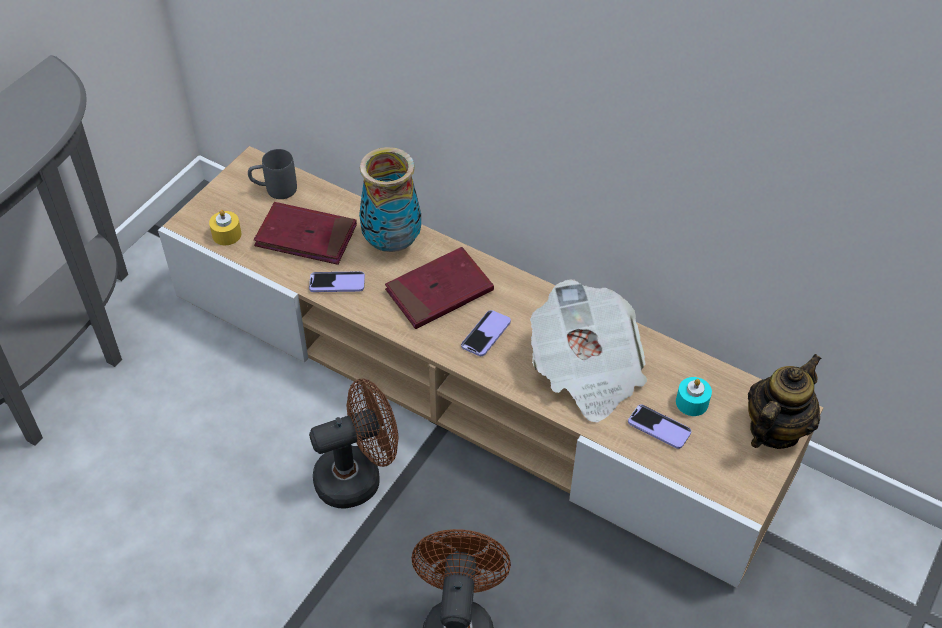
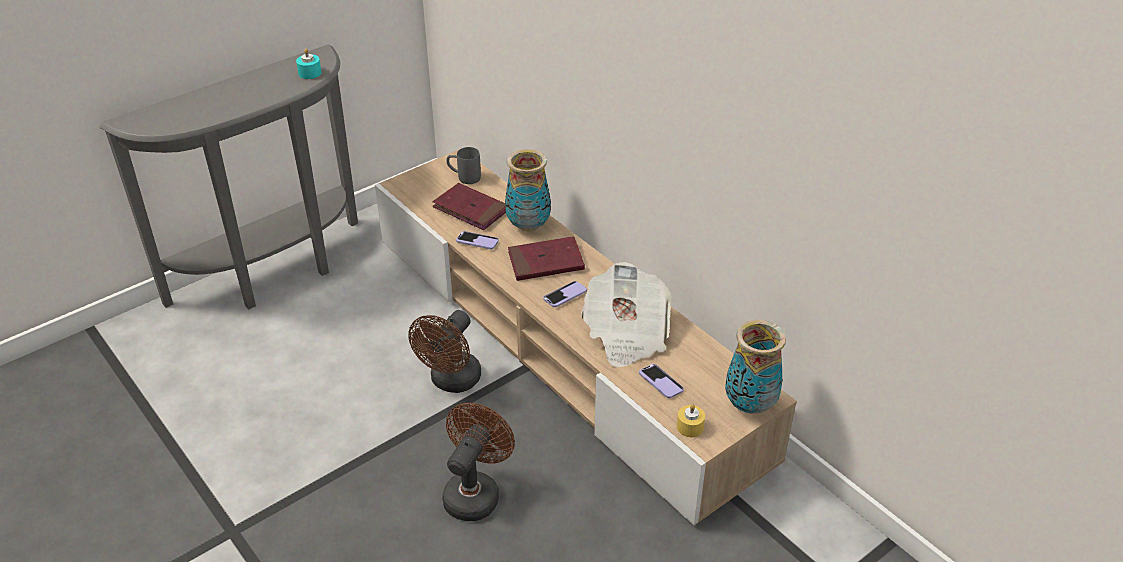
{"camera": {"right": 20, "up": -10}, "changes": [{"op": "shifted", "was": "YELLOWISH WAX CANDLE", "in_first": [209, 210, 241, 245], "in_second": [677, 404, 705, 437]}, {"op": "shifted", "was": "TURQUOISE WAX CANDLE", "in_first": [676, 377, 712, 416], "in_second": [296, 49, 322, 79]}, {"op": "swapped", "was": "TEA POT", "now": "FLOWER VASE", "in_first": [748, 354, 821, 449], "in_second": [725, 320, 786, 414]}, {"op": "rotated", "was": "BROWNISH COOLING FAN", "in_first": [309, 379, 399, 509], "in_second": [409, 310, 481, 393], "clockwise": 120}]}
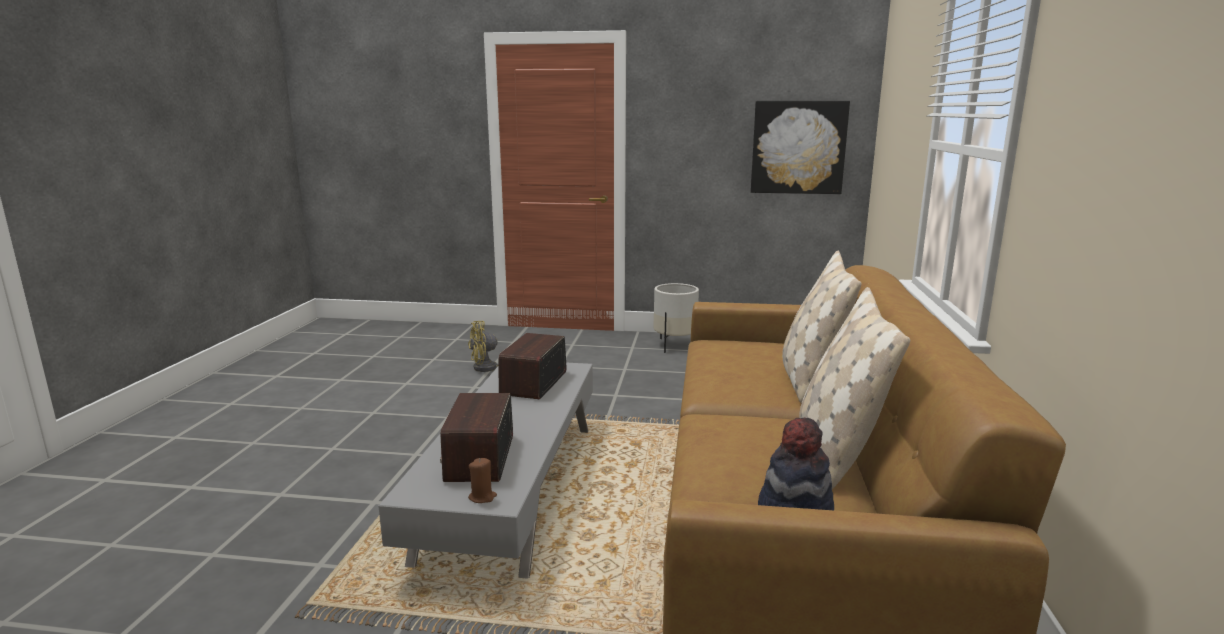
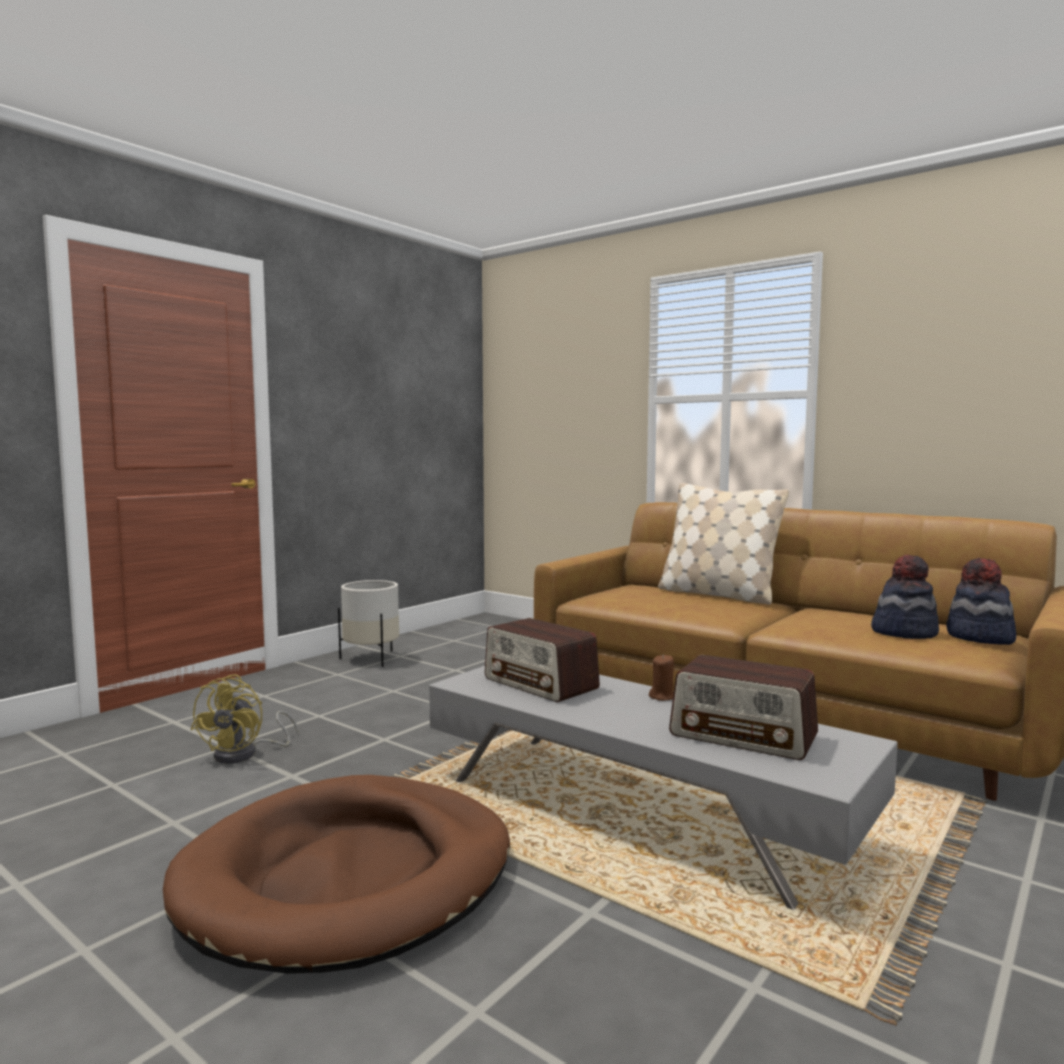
{"camera": {"right": -60, "up": -10}, "changes": [{"op": "gone", "was": "WALL PICTURE", "in_first": [750, 101, 850, 194]}, {"op": "gone", "was": "BEIGE-COLOURED CUSHION", "in_first": [799, 287, 910, 489]}, {"op": "new", "now": "BROWNISH DOG BED", "in_second": [163, 775, 510, 974]}, {"op": "new", "now": "HAT", "in_second": [871, 555, 939, 639]}, {"op": "shifted", "was": "BROWNISH WAX CANDLE", "in_first": [468, 458, 497, 503], "in_second": [649, 654, 674, 701]}]}
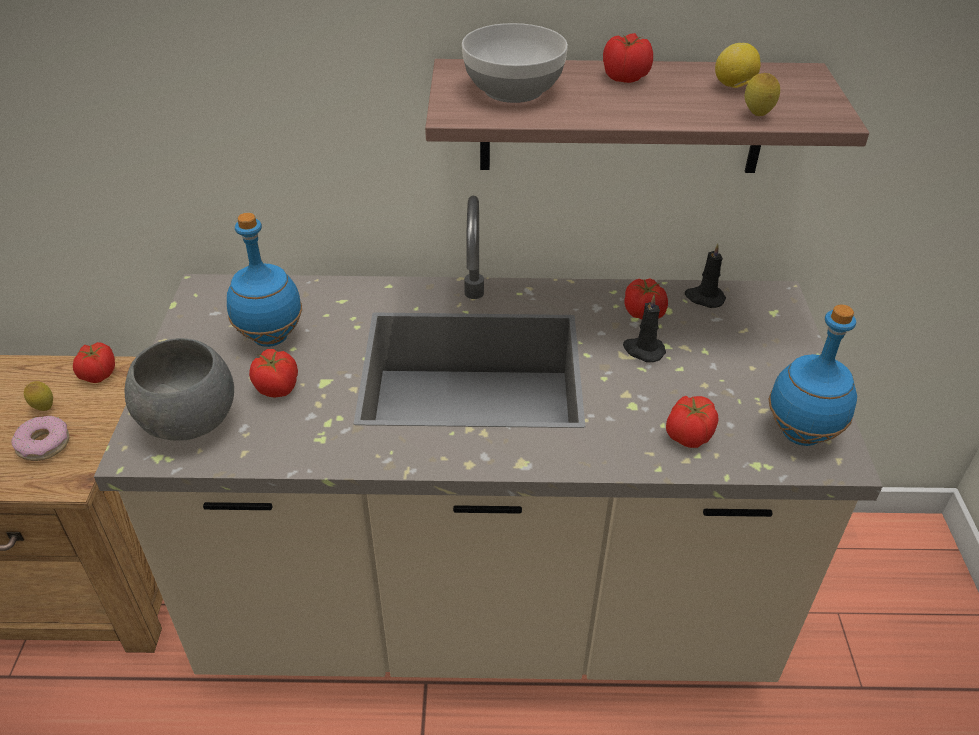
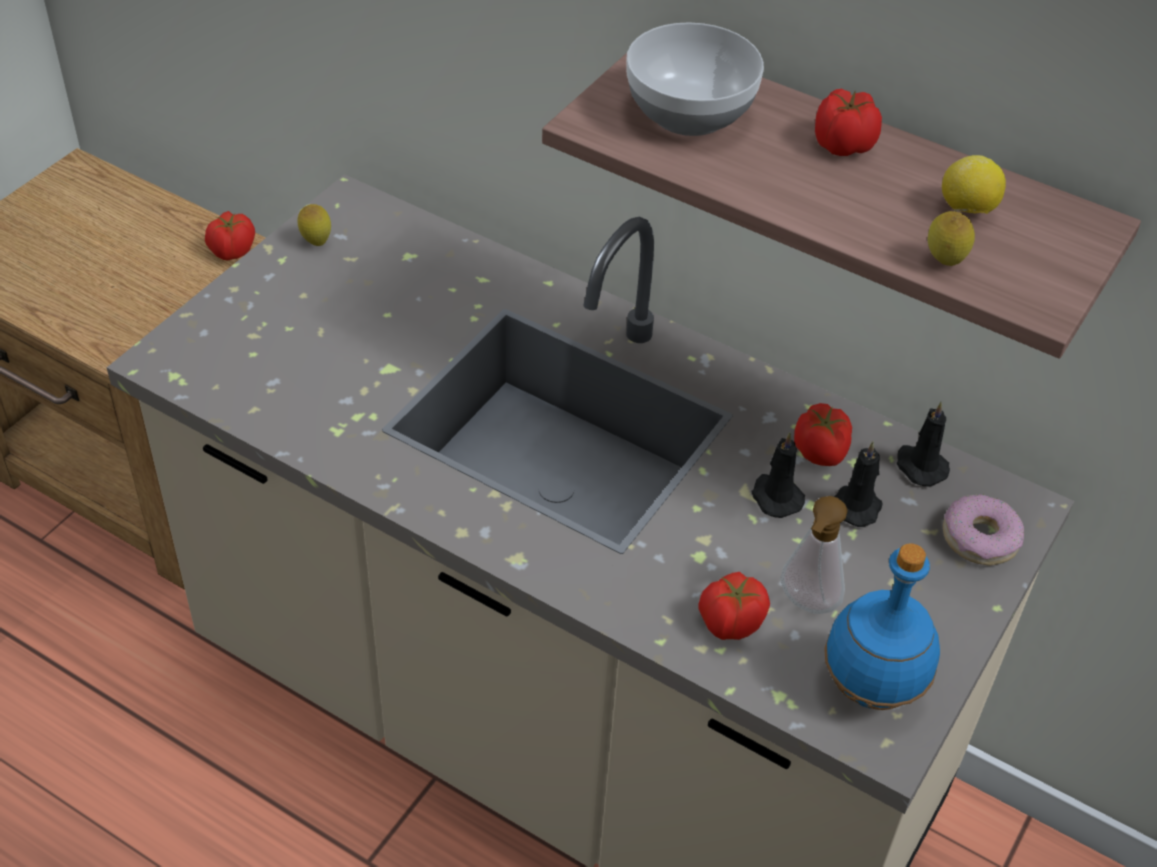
{"camera": {"right": 30, "up": 5}, "changes": [{"op": "gone", "was": "GREYISH SERVING BOWL", "in_first": [124, 338, 234, 441]}, {"op": "gone", "was": "BLUE BOTTLE", "in_first": [227, 213, 302, 347]}, {"op": "gone", "was": "WHOLE TOMATO", "in_first": [249, 349, 298, 398]}, {"op": "new", "now": "SOAP DISPENSER", "in_second": [780, 496, 848, 614]}, {"op": "new", "now": "BLACK WAX CANDLE", "in_second": [834, 441, 883, 527]}, {"op": "shifted", "was": "RING DOUGHNUT", "in_first": [11, 416, 70, 461], "in_second": [943, 494, 1024, 566]}, {"op": "shifted", "was": "CITRUS FRUIT", "in_first": [24, 381, 53, 411], "in_second": [297, 204, 331, 246]}]}
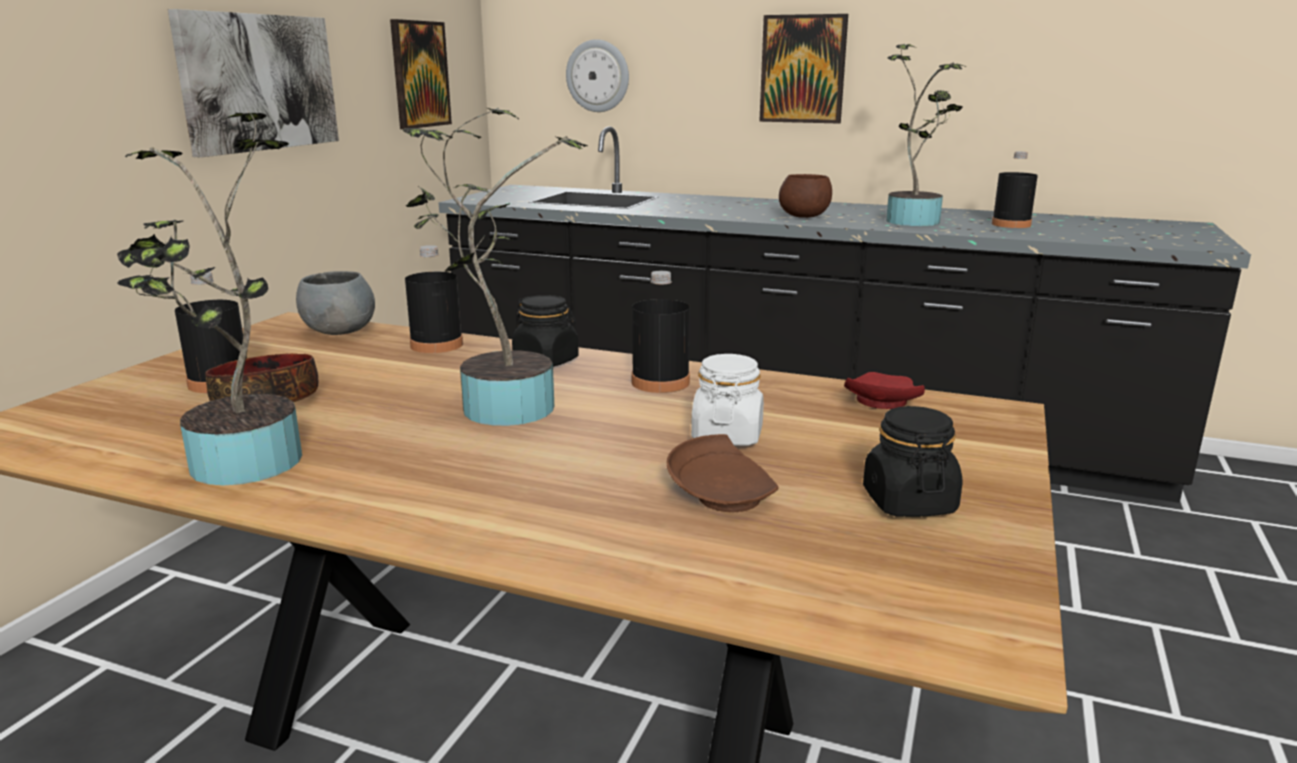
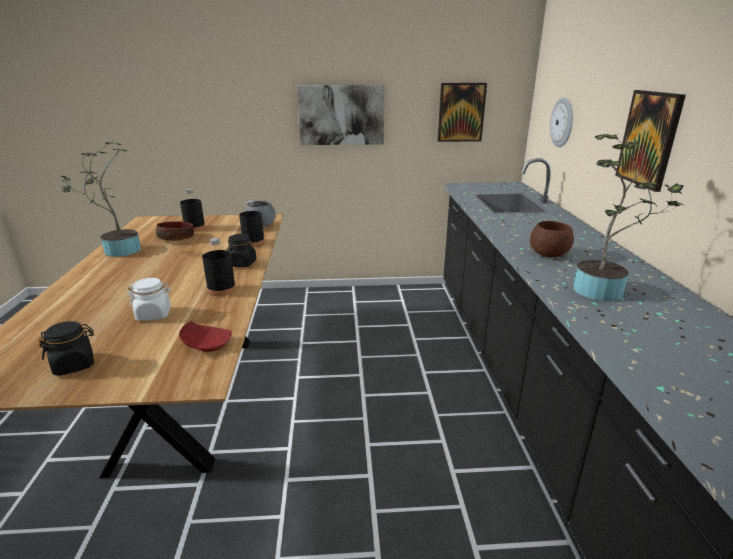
{"camera": {"right": 65, "up": 5}, "changes": [{"op": "gone", "was": "HOUSEPLANT", "in_first": [402, 107, 588, 426]}, {"op": "gone", "was": "BROWNISH DINNER PLATE", "in_first": [667, 434, 778, 512]}, {"op": "gone", "was": "BLACK BOTTLE", "in_first": [992, 152, 1038, 228]}]}
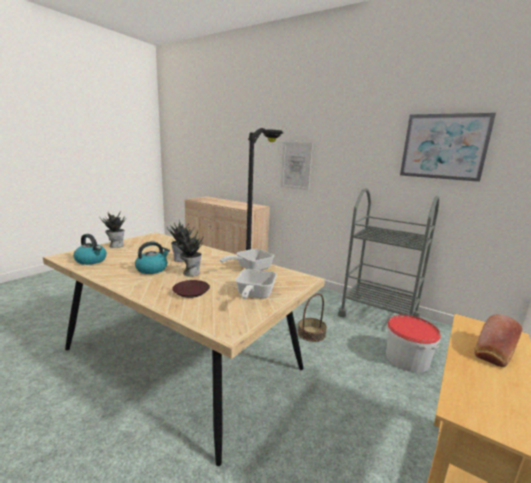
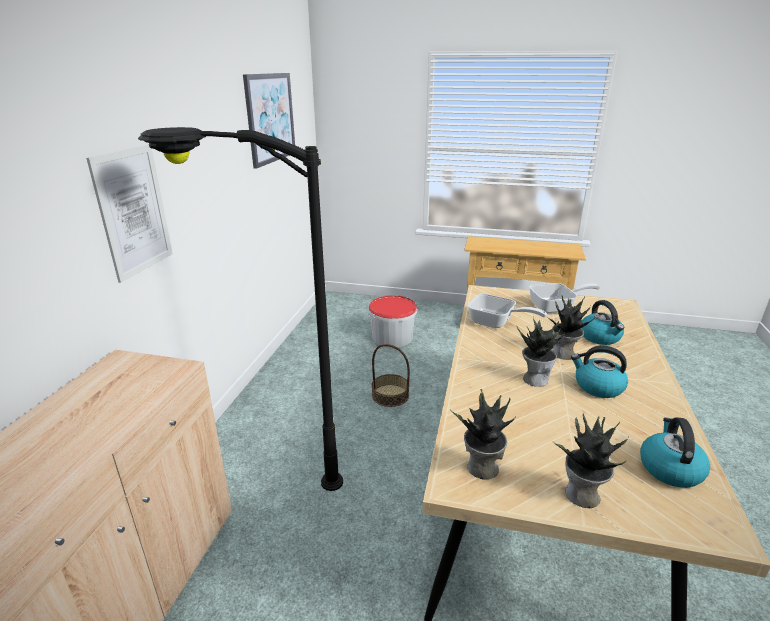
{"camera": {"right": -110, "up": 10}, "changes": [{"op": "gone", "was": "GREYISH TROLLEY", "in_first": [338, 188, 439, 318]}, {"op": "gone", "was": "BREAD", "in_first": [474, 314, 523, 367]}, {"op": "new", "now": "HOUSEPLANT", "in_second": [450, 389, 515, 480]}, {"op": "swapped", "was": "BROWNISH DINNER PLATE", "now": "TEA KETTLE", "in_first": [172, 280, 210, 298], "in_second": [582, 300, 624, 345]}]}
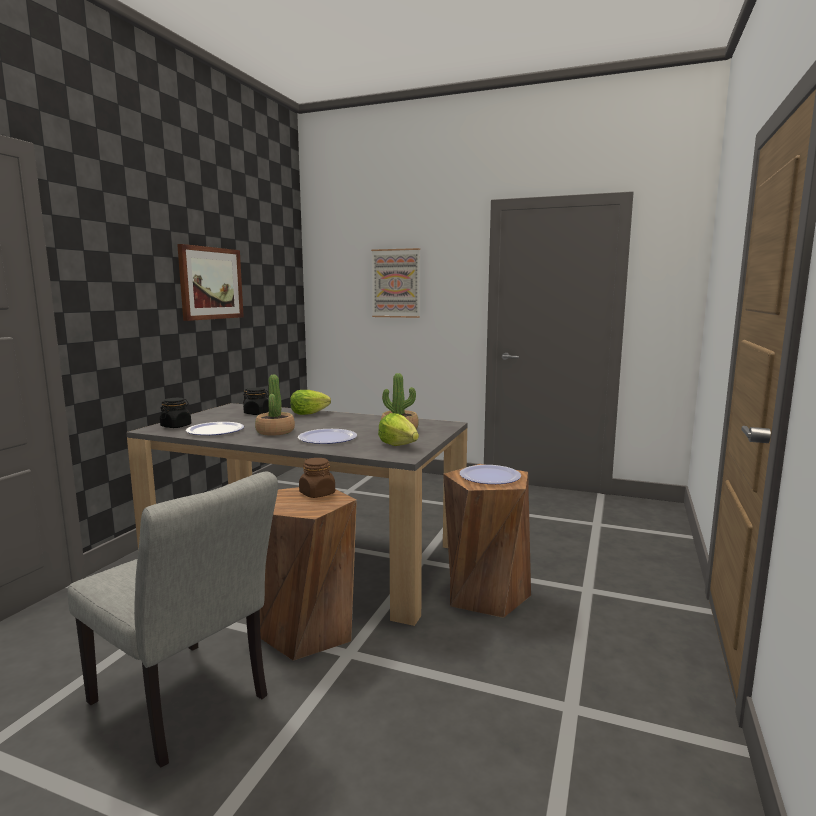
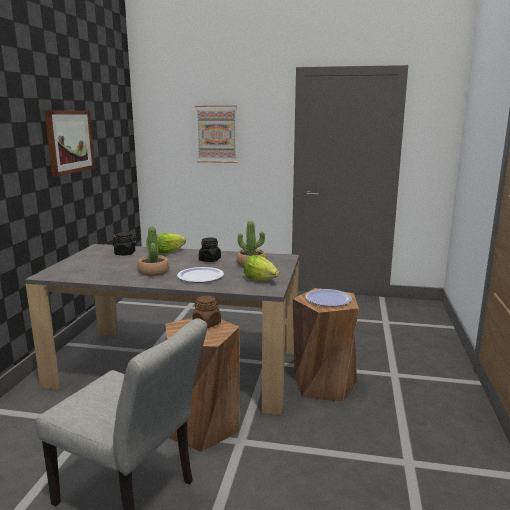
{"camera": {"right": -10, "up": 5}, "changes": [{"op": "gone", "was": "DINNER PLATE", "in_first": [186, 422, 244, 435]}, {"op": "shifted", "was": "BLACK PRESERVE JAR", "in_first": [160, 398, 191, 428], "in_second": [199, 238, 221, 262]}]}
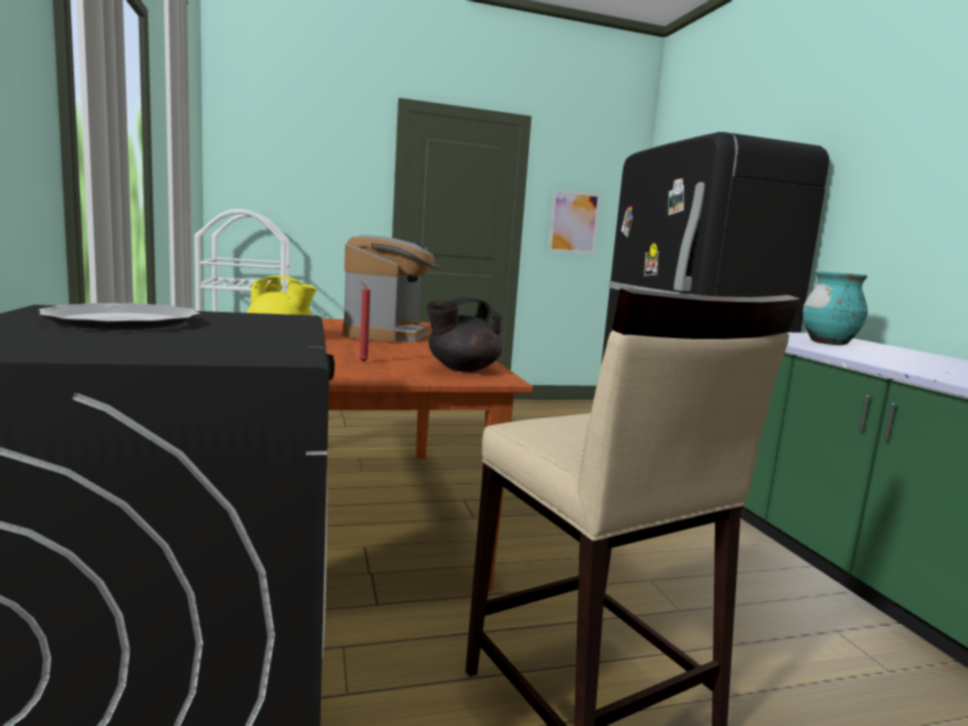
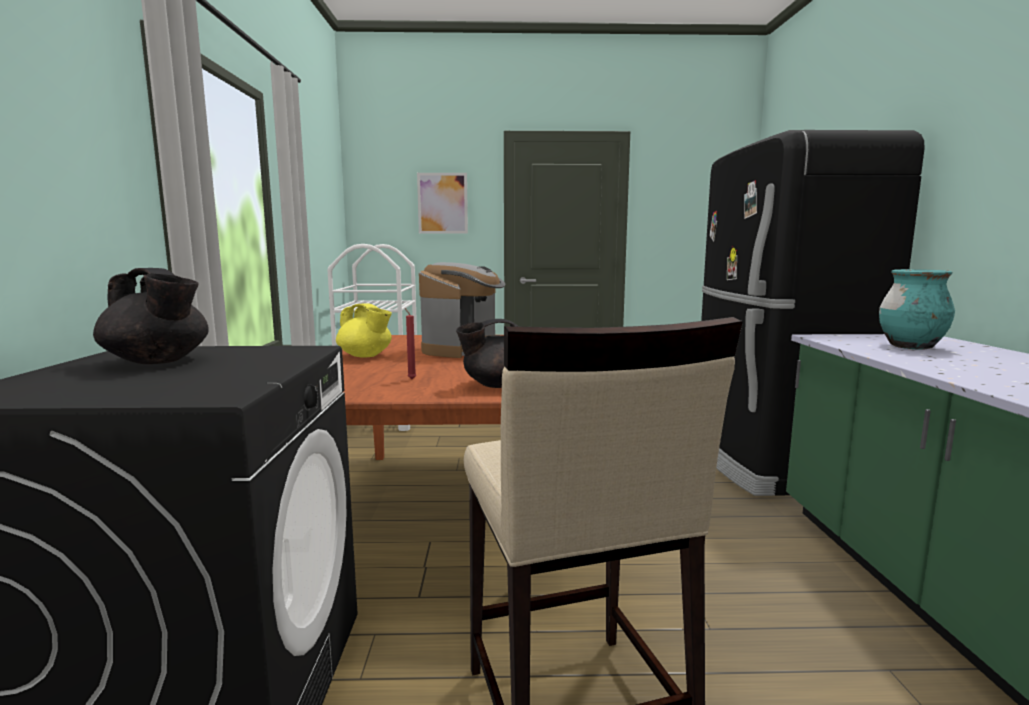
{"camera": {"right": 15, "up": 0}, "changes": [{"op": "shifted", "was": "WALL PICTURE", "in_first": [548, 189, 601, 254], "in_second": [417, 173, 468, 234]}, {"op": "swapped", "was": "DINNER PLATE", "now": "BLACK TEA POT", "in_first": [38, 303, 200, 330], "in_second": [93, 268, 209, 364]}]}
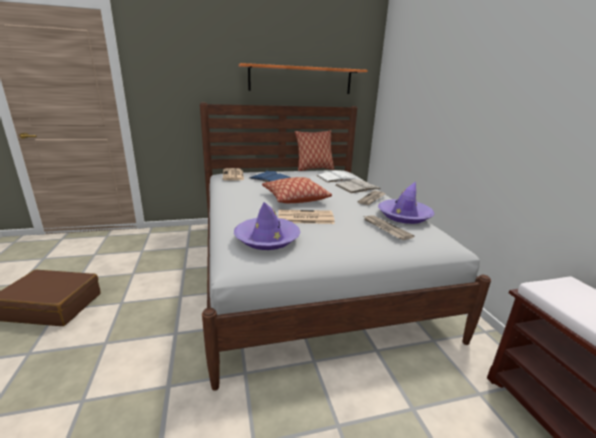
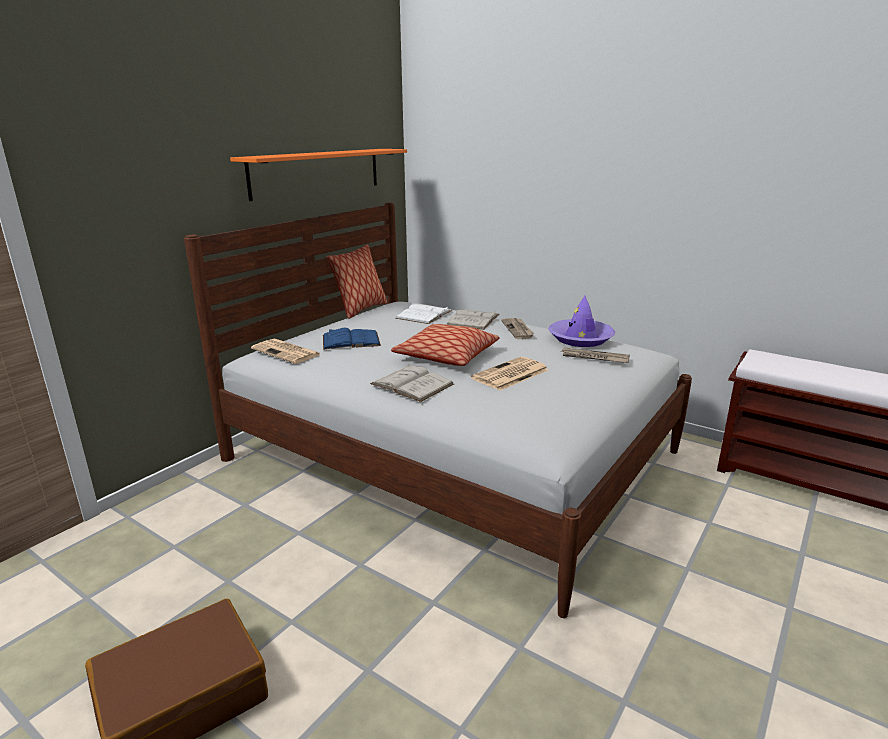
{"camera": {"right": -40, "up": 0}, "changes": [{"op": "gone", "was": "PURPLE-COLOURED HAT", "in_first": [234, 202, 300, 250]}, {"op": "new", "now": "WHITISH BOOK", "in_second": [370, 364, 454, 402]}]}
